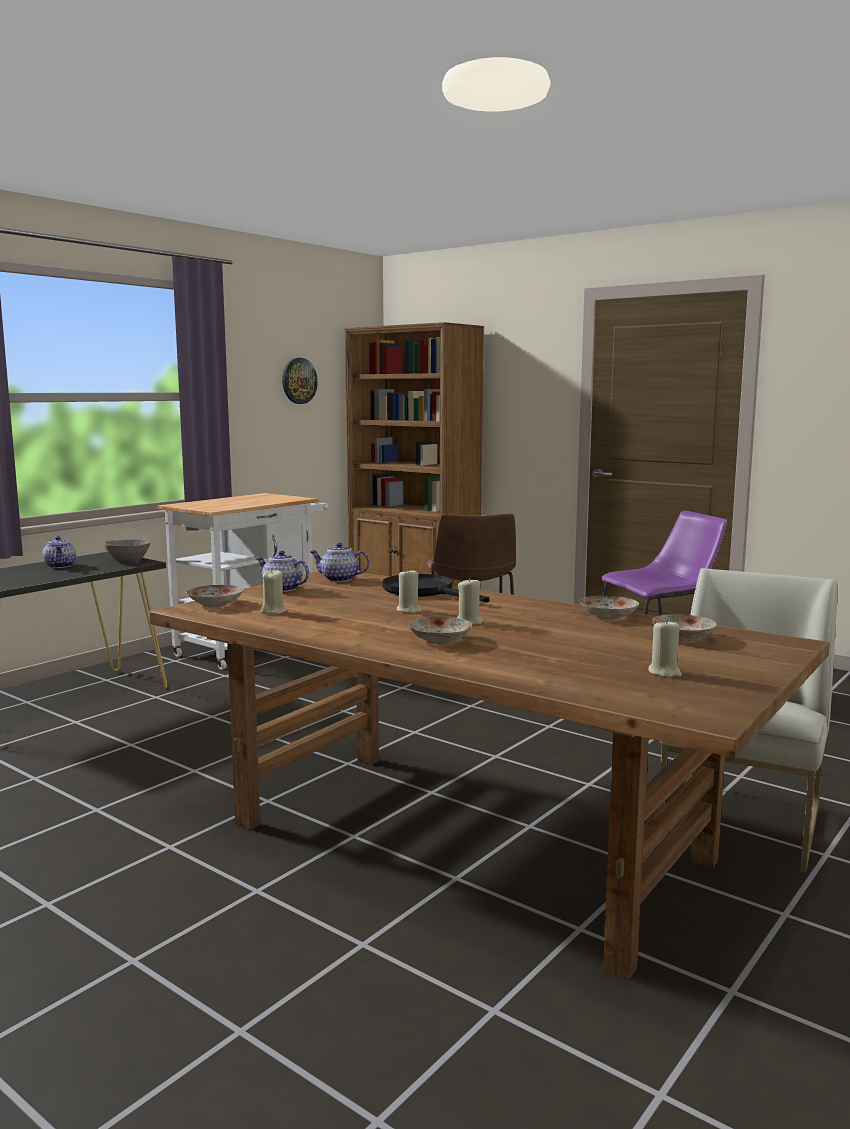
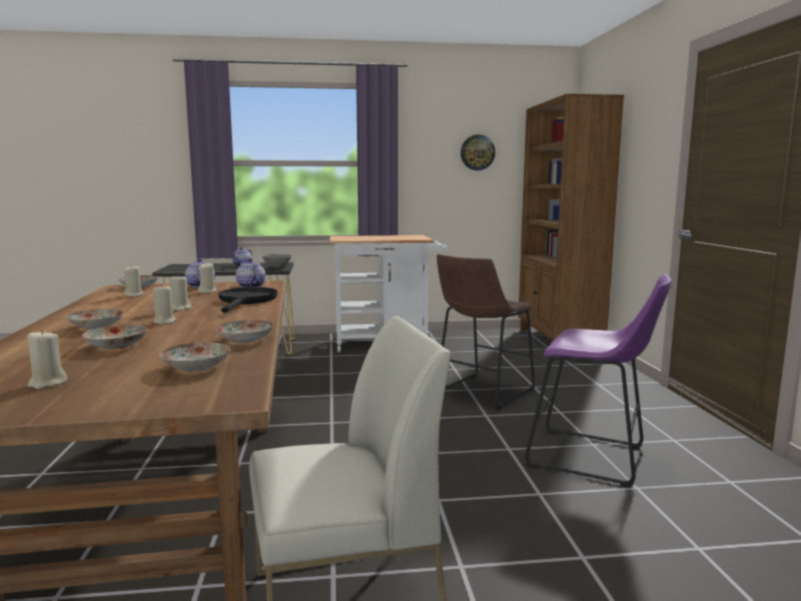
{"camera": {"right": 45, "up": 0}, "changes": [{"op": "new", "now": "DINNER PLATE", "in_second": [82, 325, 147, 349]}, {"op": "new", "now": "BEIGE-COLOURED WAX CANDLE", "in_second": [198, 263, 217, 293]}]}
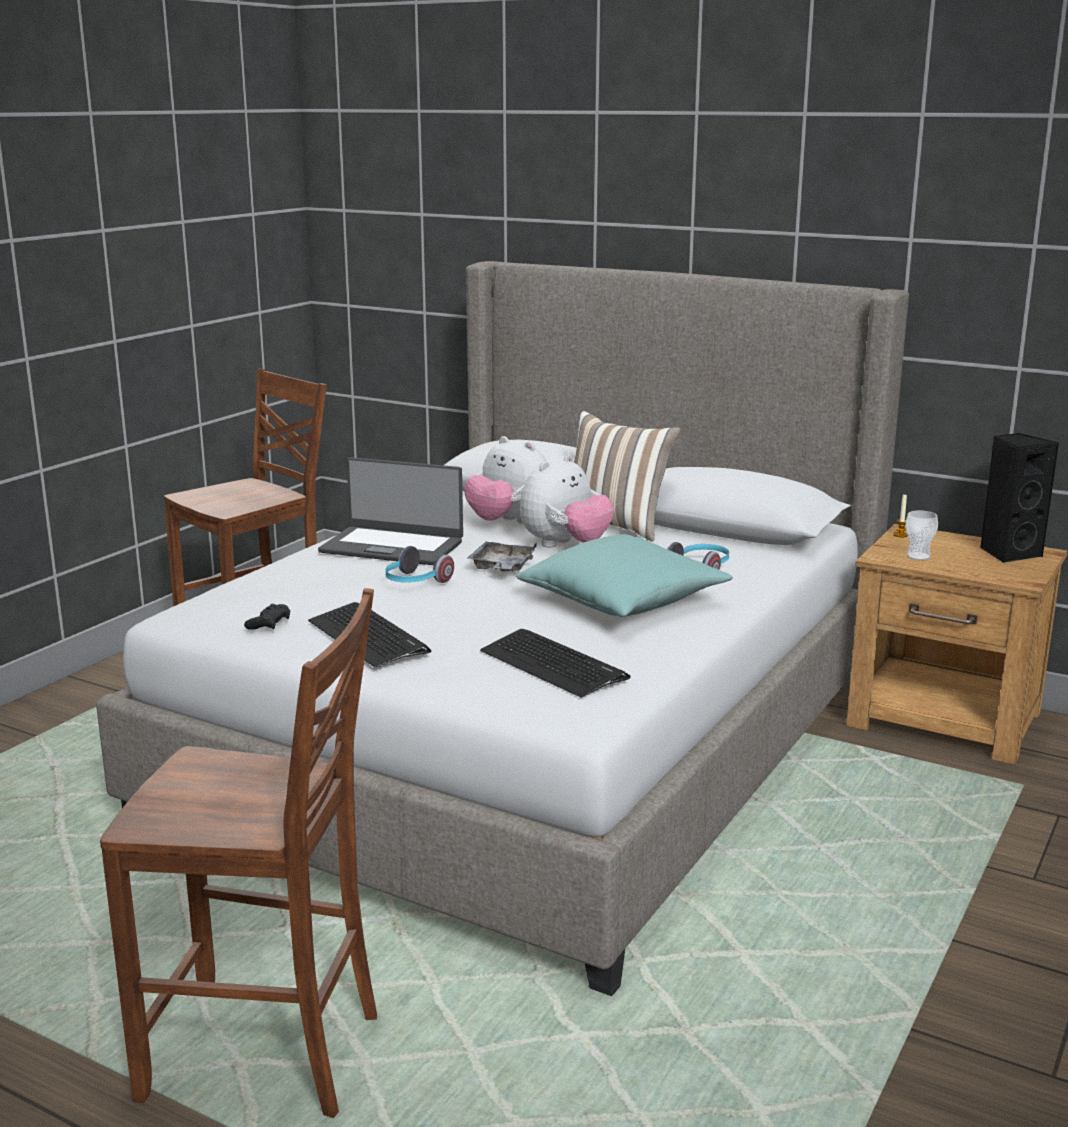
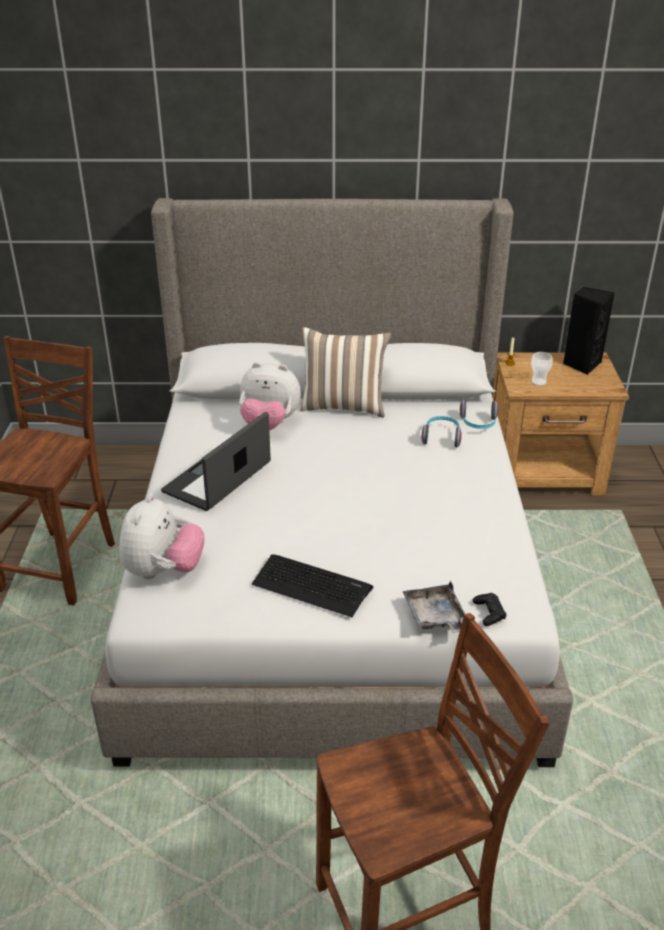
{"camera": {"right": -30, "up": 15}, "changes": [{"op": "gone", "was": "COMPUTER KEYBOARD", "in_first": [480, 629, 631, 698]}, {"op": "gone", "was": "TURQUOISE CUSHION", "in_first": [516, 534, 733, 617]}, {"op": "shifted", "was": "BLACK JOYPAD", "in_first": [244, 604, 290, 630], "in_second": [473, 593, 507, 626]}, {"op": "shifted", "was": "HEADPHONES", "in_first": [385, 546, 454, 583], "in_second": [460, 399, 498, 429]}, {"op": "shifted", "was": "GREYISH SERVING TRAY", "in_first": [467, 542, 537, 572], "in_second": [402, 581, 465, 633]}, {"op": "shifted", "was": "PLUSH TOY", "in_first": [520, 454, 614, 547], "in_second": [119, 494, 205, 579]}, {"op": "rotated", "was": "NOTEBOOK COMPUTER", "in_first": [318, 457, 463, 565], "in_second": [161, 412, 271, 511], "clockwise": 135}]}
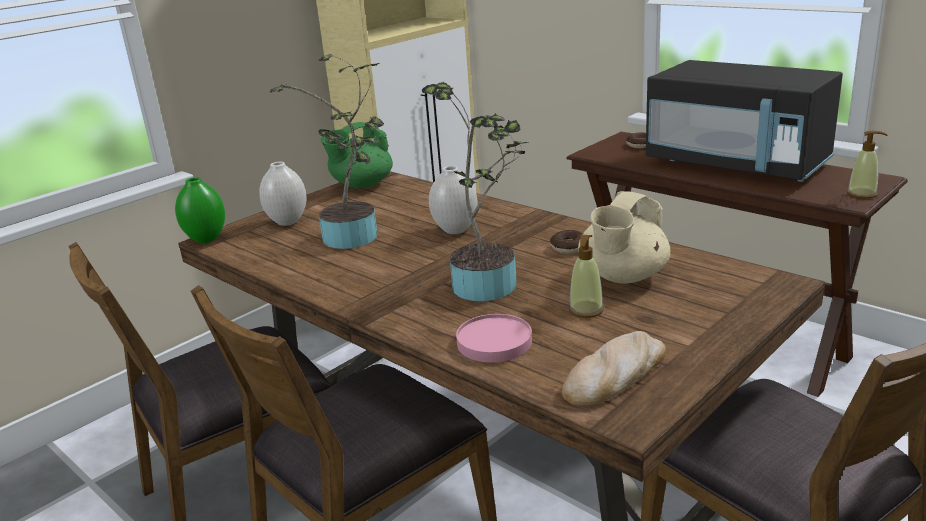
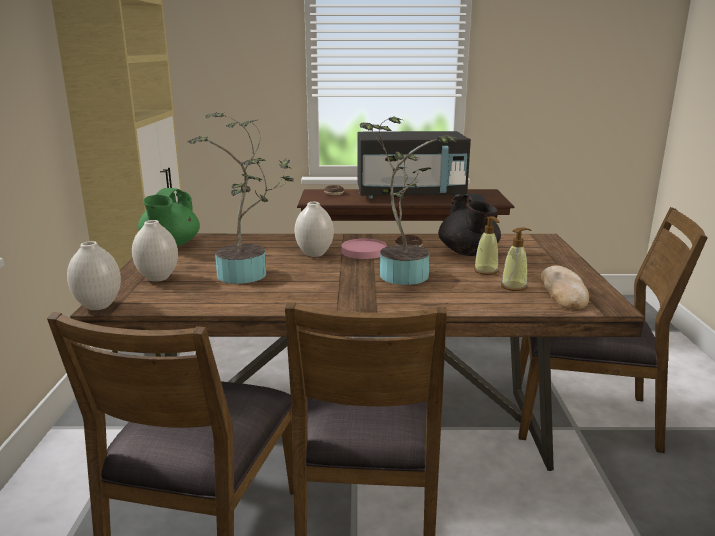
{"camera": {"right": -45, "up": -5}, "changes": [{"op": "shifted", "was": "PINKISH DINNER PLATE", "in_first": [456, 314, 532, 362], "in_second": [342, 239, 386, 259]}, {"op": "shifted", "was": "SOAP DISPENSER", "in_first": [847, 131, 887, 199], "in_second": [501, 227, 531, 291]}, {"op": "repainted", "was": "GREEN FLOWER VASE", "now": "WHITISH FLOWER VASE", "in_first": [175, 177, 225, 243], "in_second": [67, 241, 121, 310]}, {"op": "repainted", "was": "BEIGE-COLOURED TEA POT", "now": "BLACK TEA POT", "in_first": [578, 191, 670, 284], "in_second": [438, 194, 501, 256]}]}
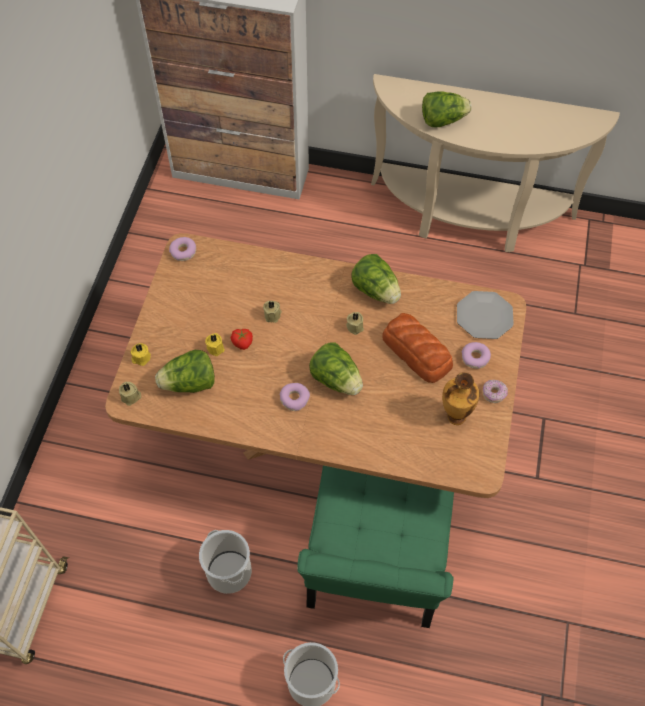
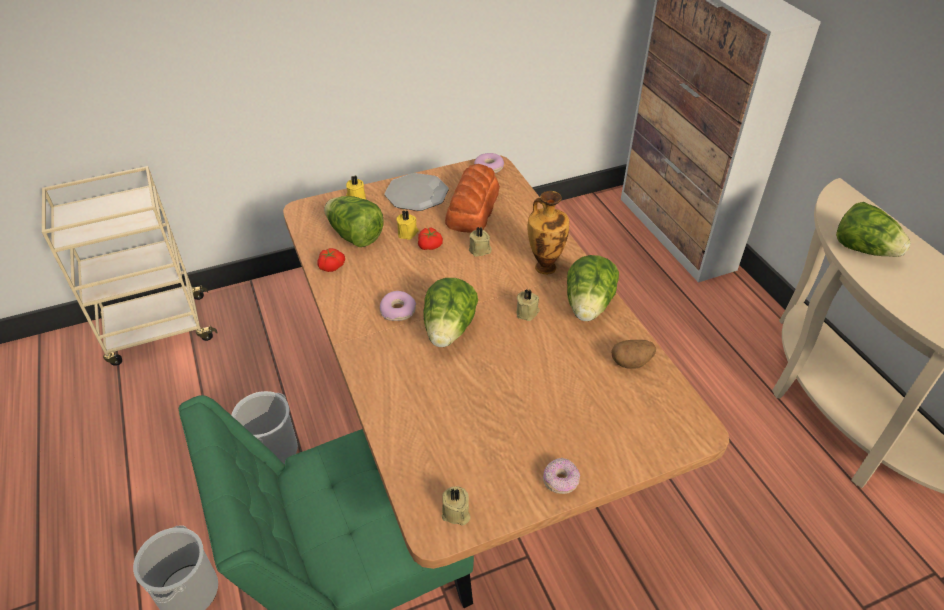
{"camera": {"right": 55, "up": -15}, "changes": [{"op": "gone", "was": "RING DOUGHNUT", "in_first": [462, 342, 491, 369]}, {"op": "new", "now": "WHOLE TOMATO", "in_second": [318, 248, 345, 272]}, {"op": "new", "now": "SPUD", "in_second": [611, 340, 656, 369]}, {"op": "shifted", "was": "BEIGE-COLOURED WAX CANDLE", "in_first": [119, 382, 141, 406], "in_second": [442, 486, 471, 526]}, {"op": "shifted", "was": "BREAD", "in_first": [382, 313, 453, 383], "in_second": [445, 164, 500, 233]}, {"op": "shifted", "was": "FLOWER VASE", "in_first": [442, 372, 480, 425], "in_second": [528, 191, 569, 274]}, {"op": "shifted", "was": "DINNER PLATE", "in_first": [457, 291, 514, 339], "in_second": [384, 173, 449, 211]}]}
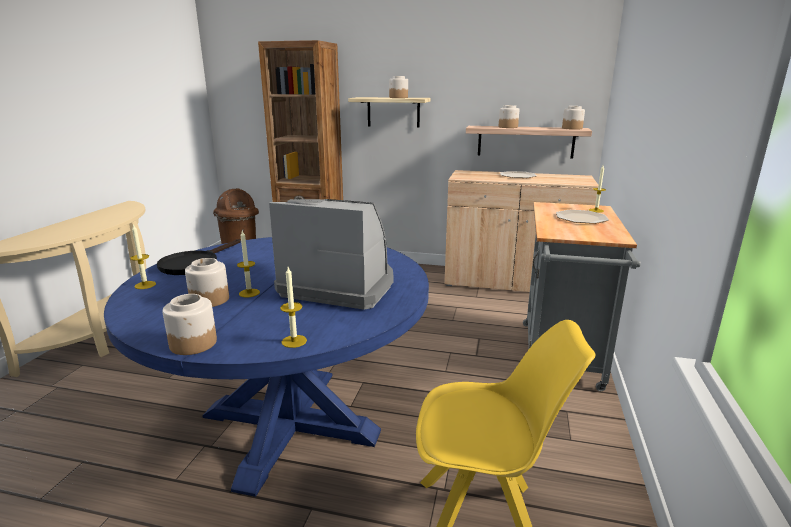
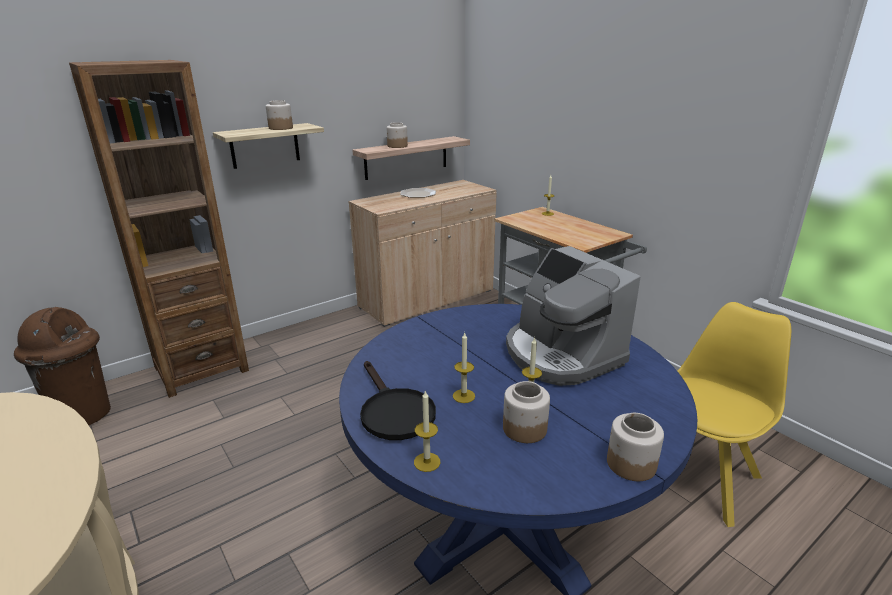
{"camera": {"right": -50, "up": 5}, "changes": [{"op": "gone", "was": "DINNER PLATE", "in_first": [556, 210, 609, 224]}, {"op": "gone", "was": "PRESERVE JAR", "in_first": [562, 106, 585, 130]}, {"op": "shifted", "was": "WAX CANDLE", "in_first": [280, 267, 307, 348], "in_second": [453, 333, 475, 403]}, {"op": "rotated", "was": "COFFEE MACHINE", "in_first": [269, 199, 393, 310], "in_second": [506, 246, 641, 386], "clockwise": -90}]}
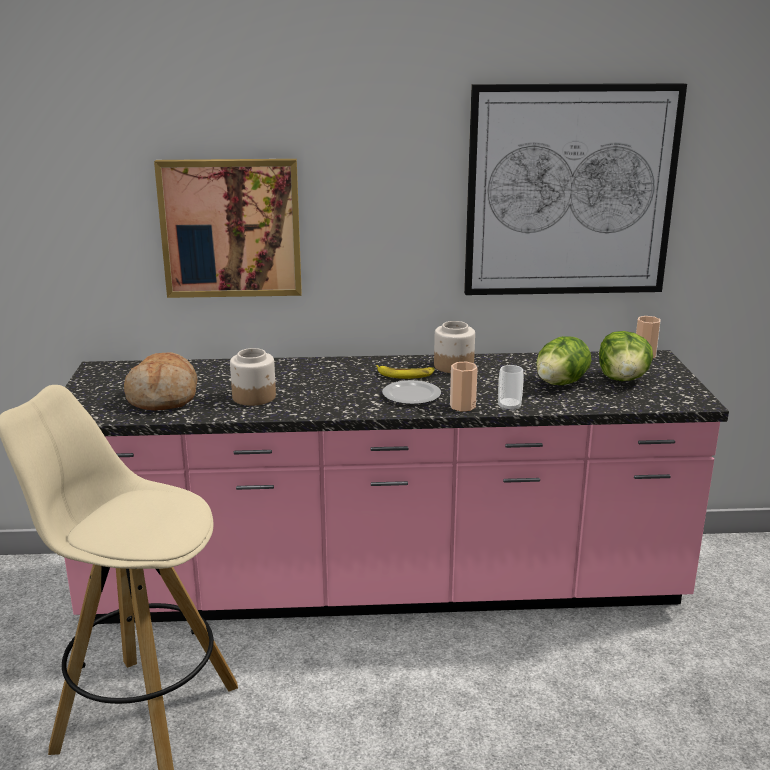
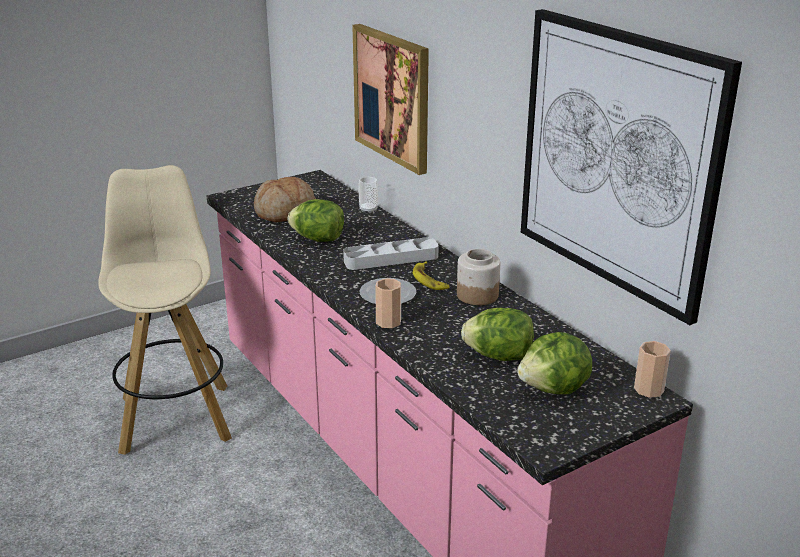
{"camera": {"right": 60, "up": 5}, "changes": [{"op": "new", "now": "GREYISH SERVING TRAY", "in_second": [343, 237, 439, 270]}, {"op": "shifted", "was": "DRINKING CUP", "in_first": [498, 365, 523, 411], "in_second": [359, 177, 378, 213]}, {"op": "swapped", "was": "PRESERVE JAR", "now": "HEAD OF LETTUCE", "in_first": [230, 348, 276, 406], "in_second": [288, 199, 344, 242]}]}
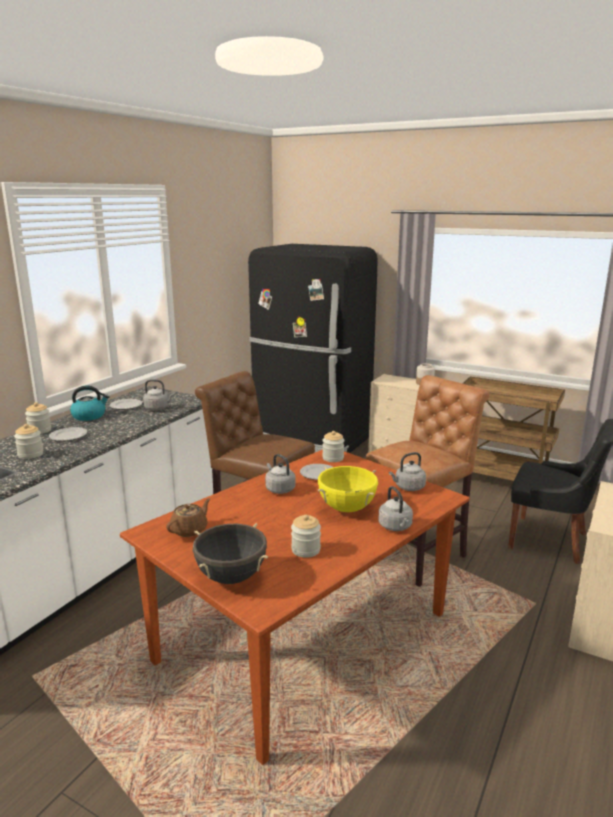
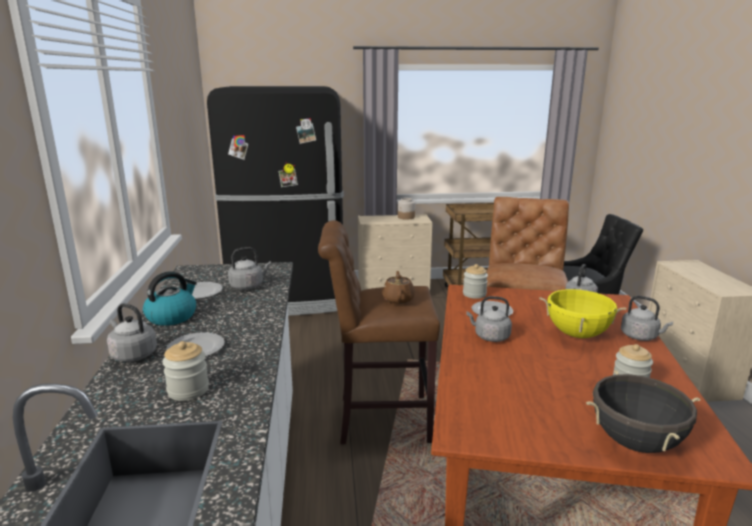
{"camera": {"right": -35, "up": 0}, "changes": [{"op": "shifted", "was": "BROWNISH TEA POT", "in_first": [166, 498, 210, 537], "in_second": [382, 271, 415, 304]}, {"op": "swapped", "was": "PRESERVE JAR", "now": "GREYISH TEA KETTLE", "in_first": [25, 402, 51, 434], "in_second": [107, 303, 157, 362]}]}
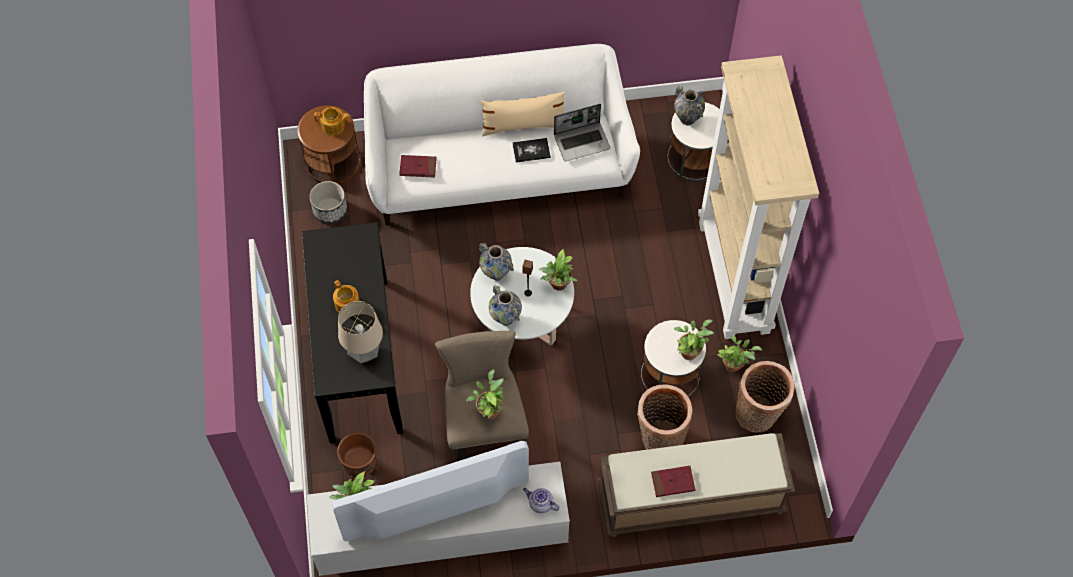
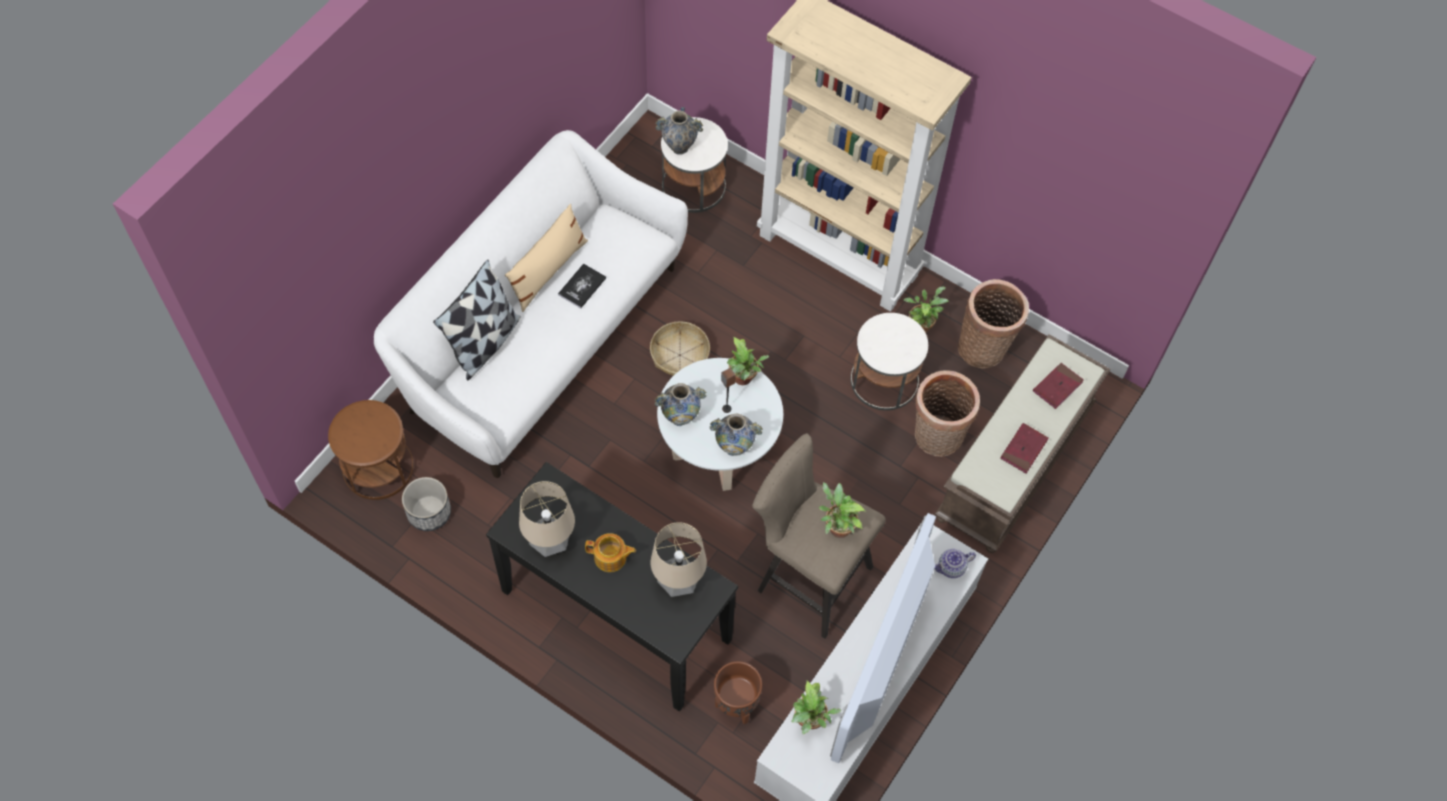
{"camera": {"right": -50, "up": 0}, "changes": [{"op": "gone", "was": "TEA POT", "in_first": [314, 107, 350, 135]}, {"op": "gone", "was": "NOTEBOOK COMPUTER", "in_first": [554, 104, 611, 161]}, {"op": "gone", "was": "HOUSEPLANT", "in_first": [674, 319, 714, 360]}, {"op": "new", "now": "CUSHION", "in_second": [433, 260, 521, 381]}, {"op": "new", "now": "LAMP FOR A TABLE", "in_second": [519, 481, 575, 557]}, {"op": "new", "now": "HOUSEHOLD BASKET", "in_second": [650, 321, 710, 376]}, {"op": "shifted", "was": "REDDISH BOOK", "in_first": [399, 155, 437, 178], "in_second": [1033, 363, 1084, 409]}]}
